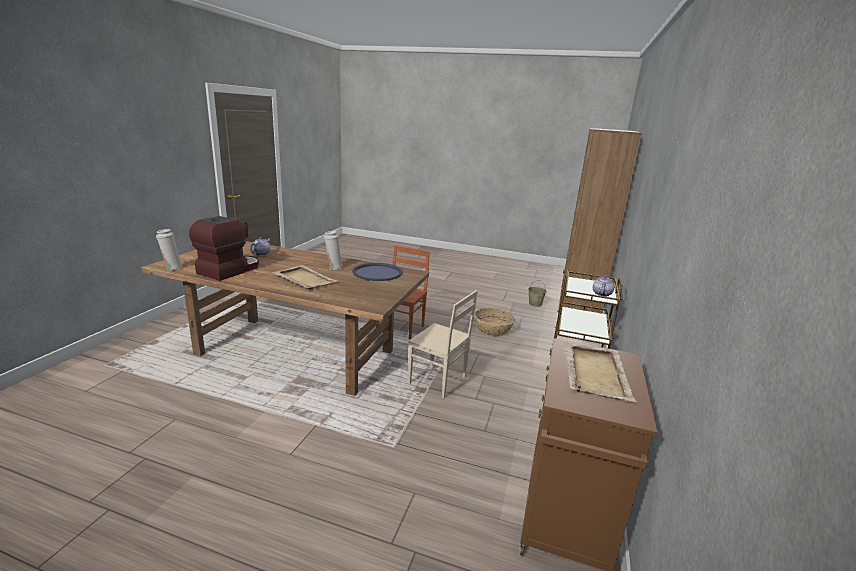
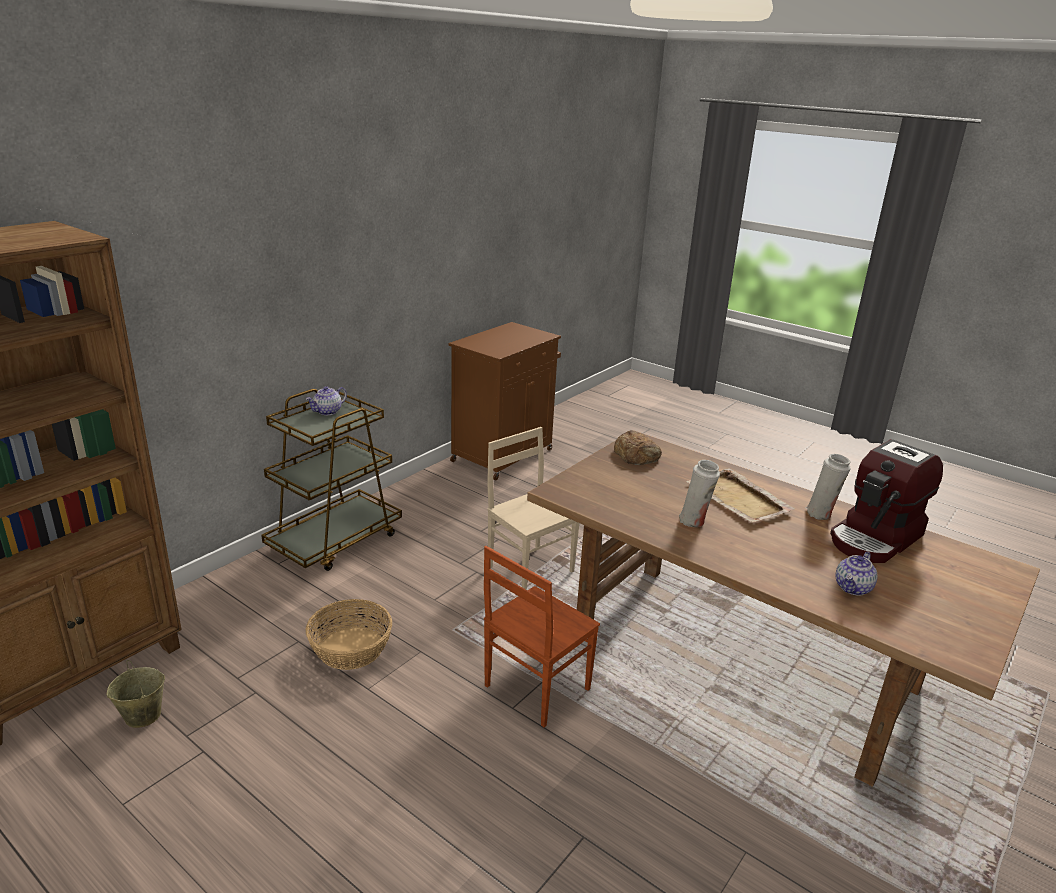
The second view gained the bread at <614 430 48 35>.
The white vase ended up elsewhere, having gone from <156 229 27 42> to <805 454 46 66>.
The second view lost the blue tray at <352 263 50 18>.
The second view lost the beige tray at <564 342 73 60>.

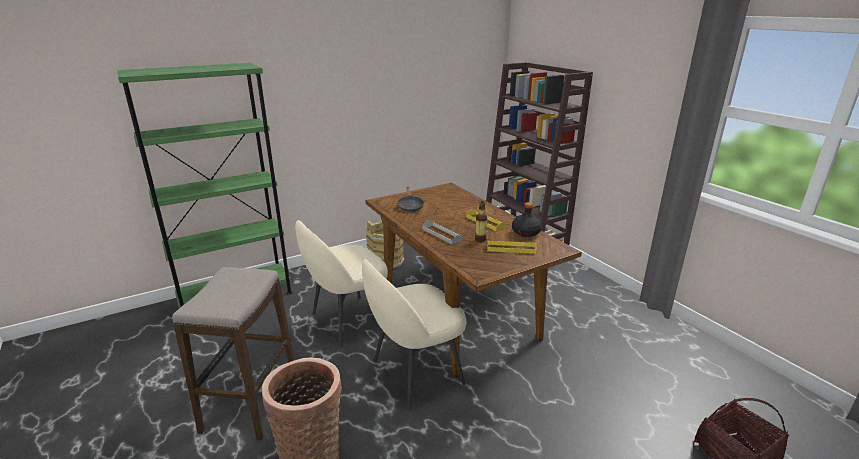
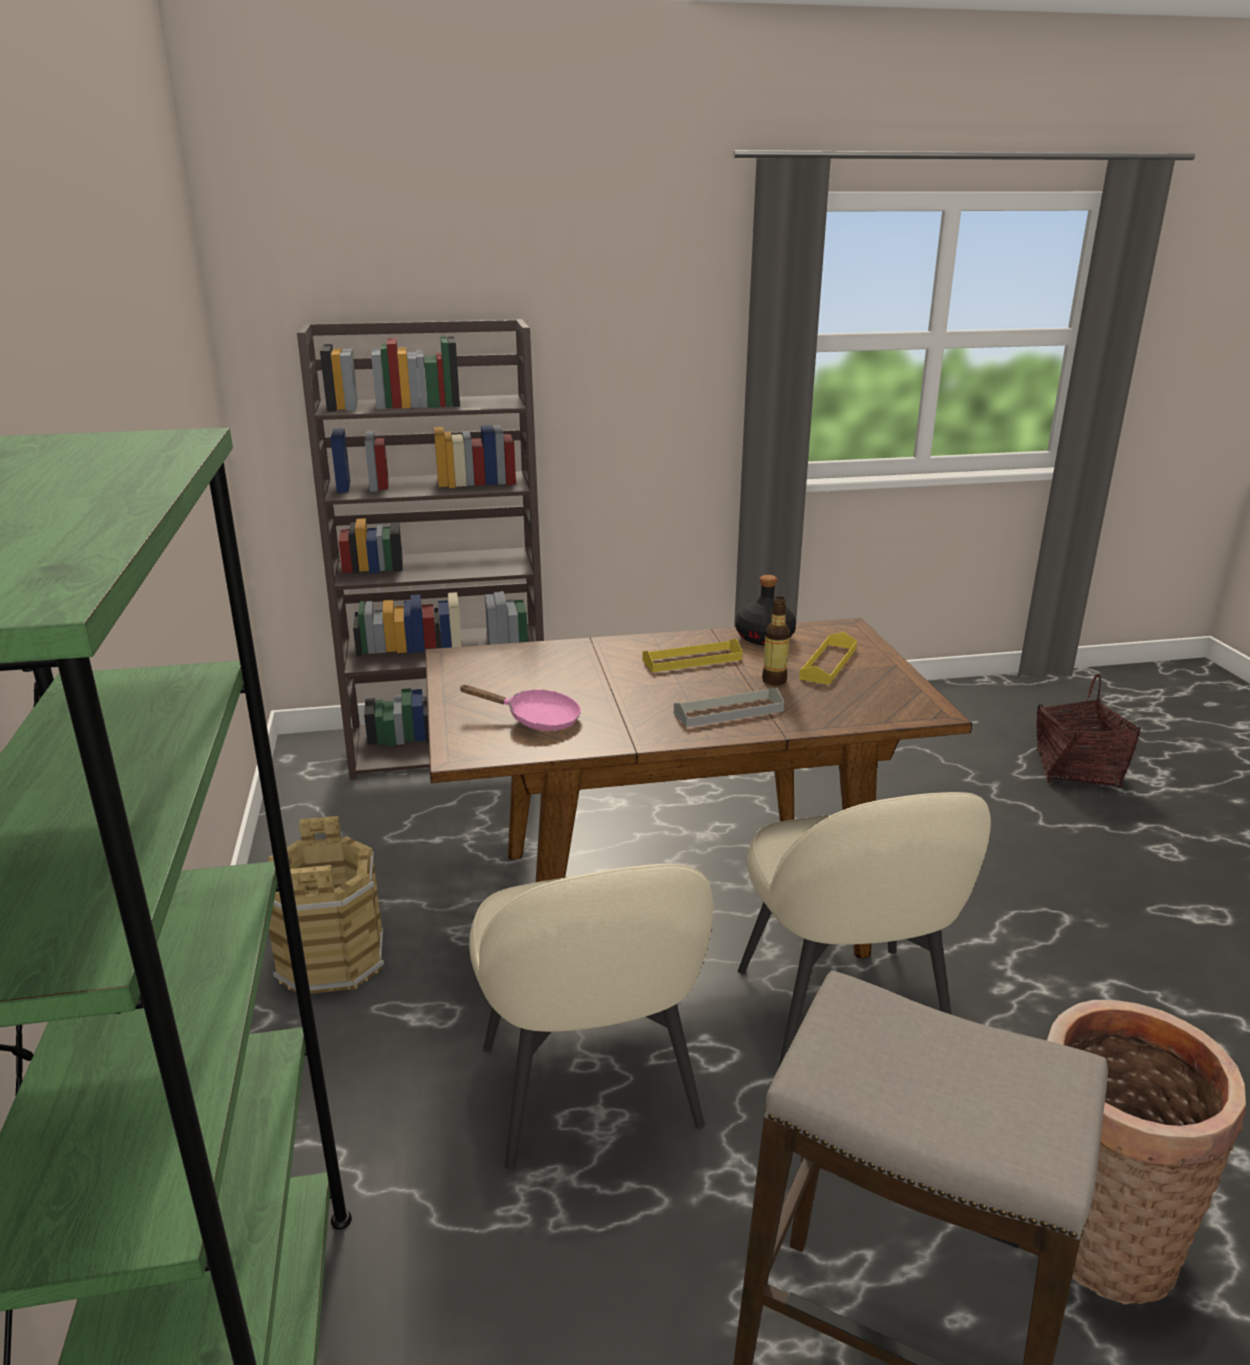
What was the black frying pan at <397 186 27 26> turned into the pink frying pan at <459 685 122 46>.

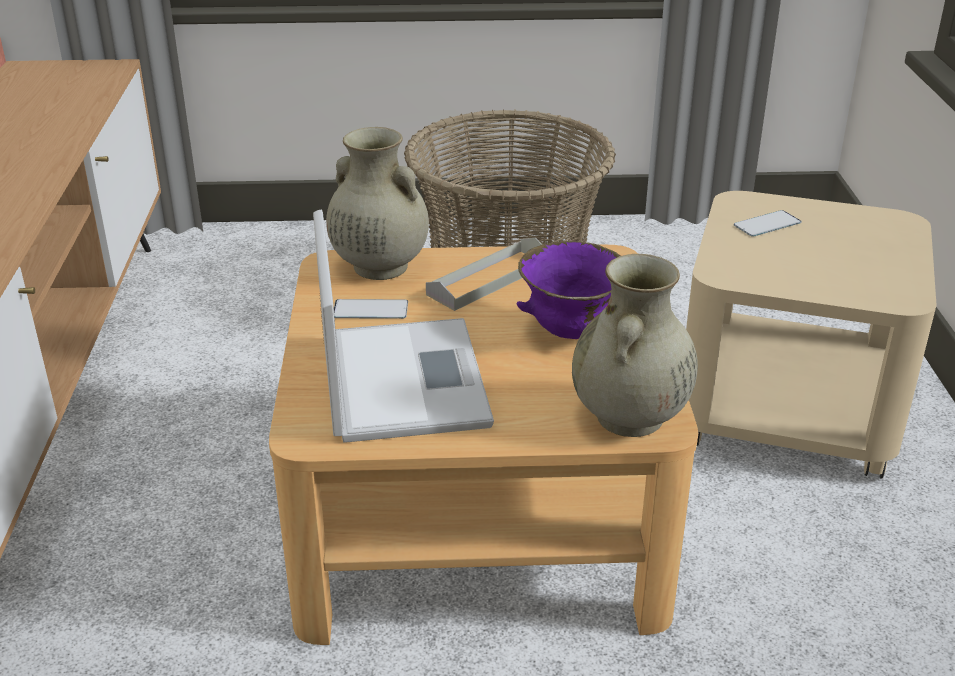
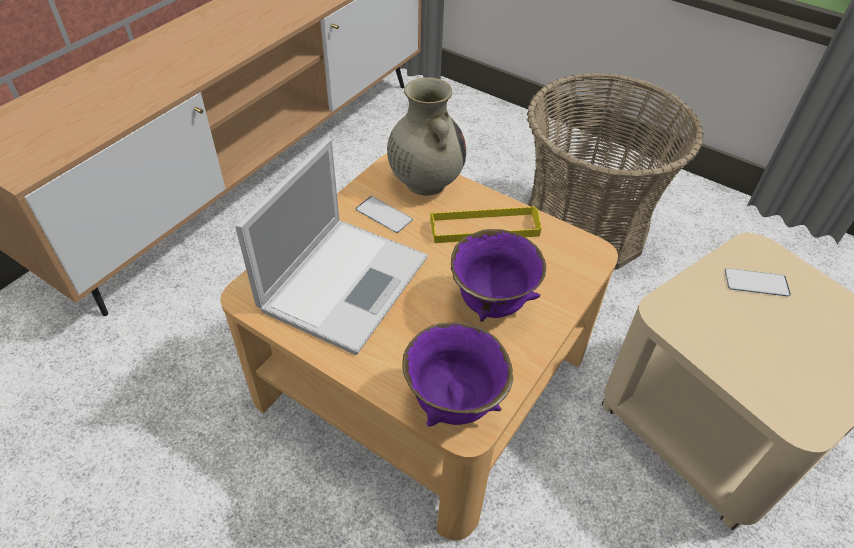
Where the beige vase stood at <572 254 126 183>, the purple bowl came to stand at <402 322 111 105>.
What was the grey tray at <426 238 116 73> turned into the yellow tray at <430 206 111 37>.

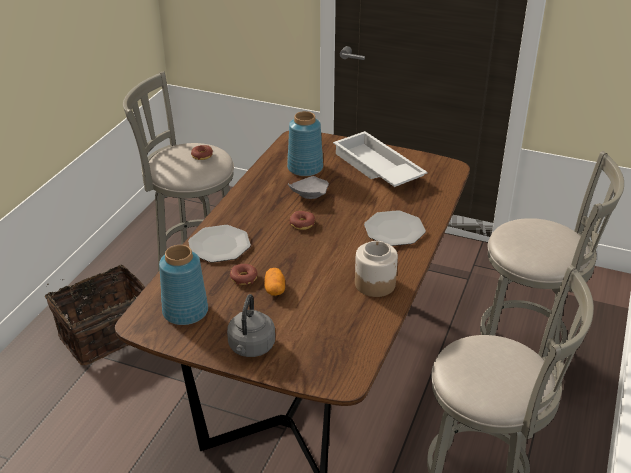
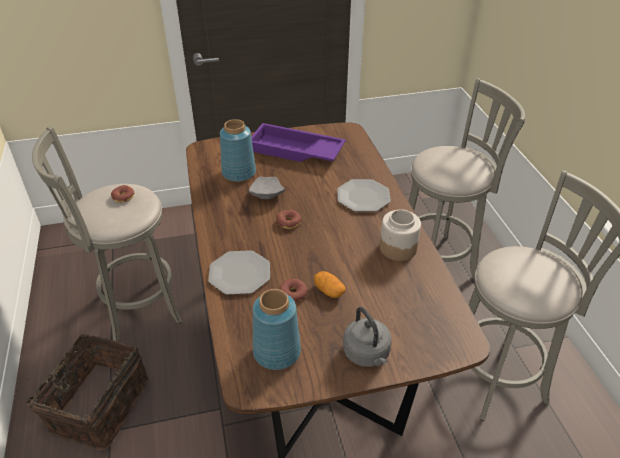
What was the white tray at <333 131 94 56> turned into the purple tray at <251 123 95 39>.

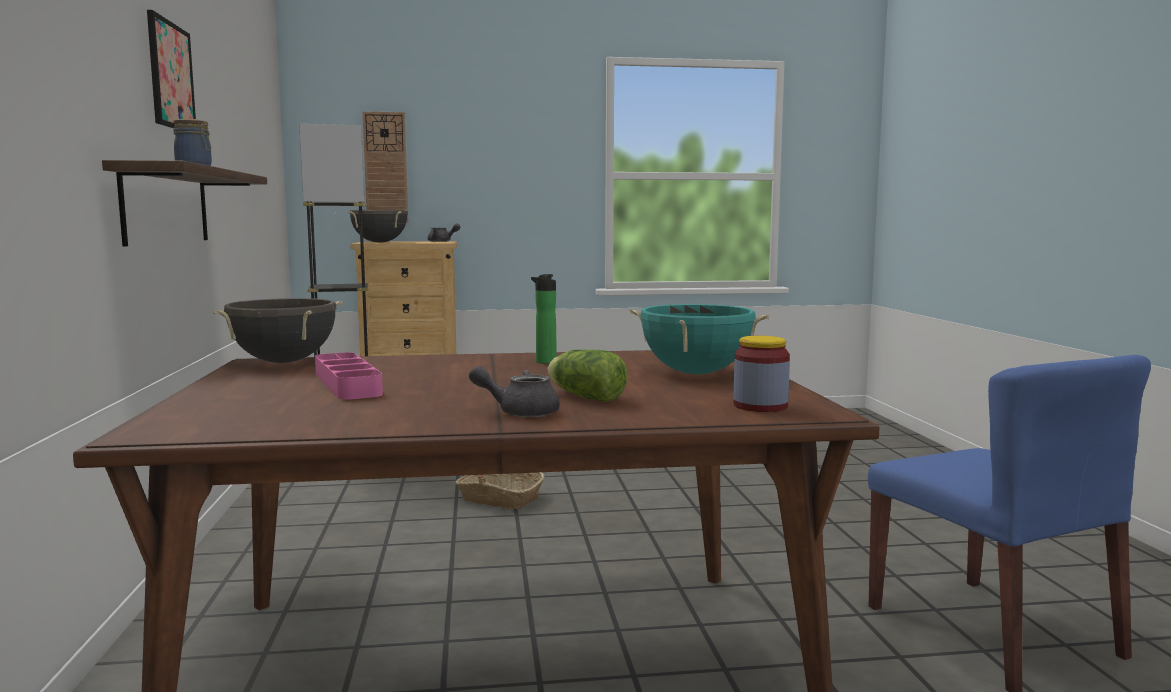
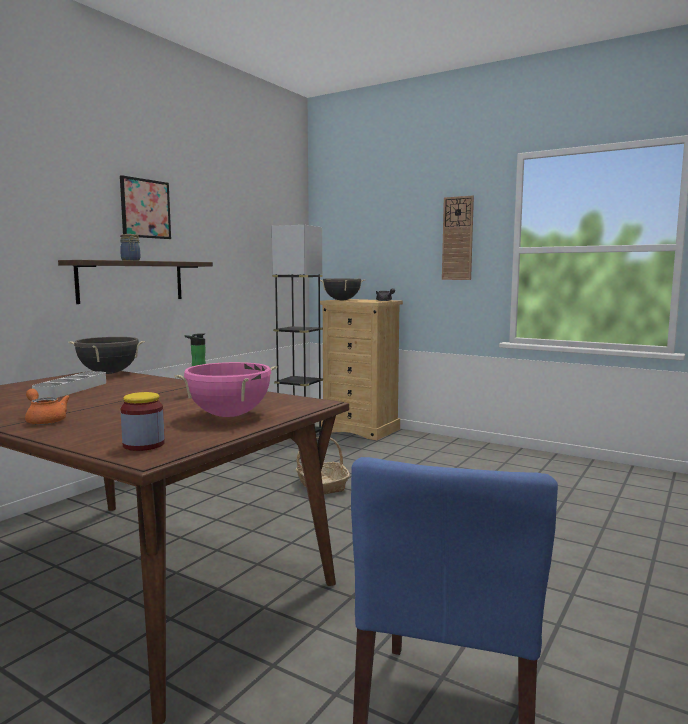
What was the grey teapot at <469 366 91 51> turned into the orange teapot at <25 389 45 36>.
What was the pink tray at <315 352 68 48> turned into the grey tray at <32 371 74 28>.
What was the turquoise cooking pot at <629 304 141 70> turned into the pink cooking pot at <175 362 102 55>.
The wall clock ended up elsewhere, having gone from <363 111 45 112> to <442 195 32 85>.
The second view lost the lettuce at <547 349 81 53>.

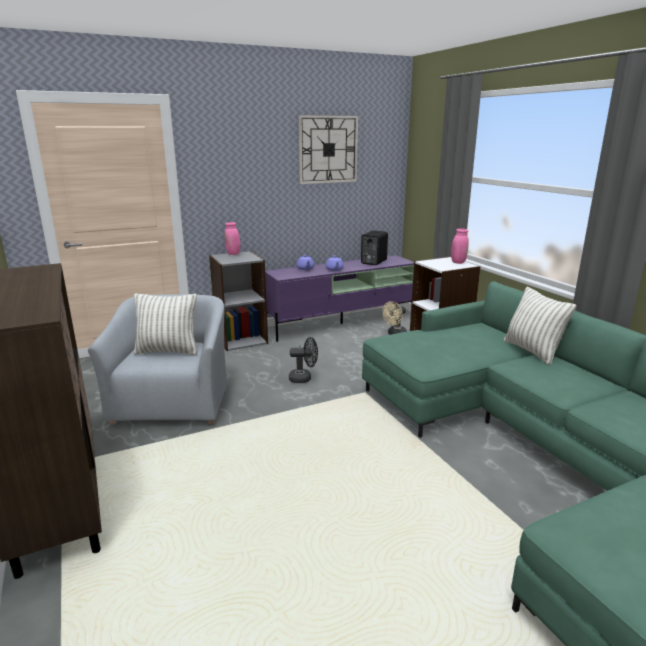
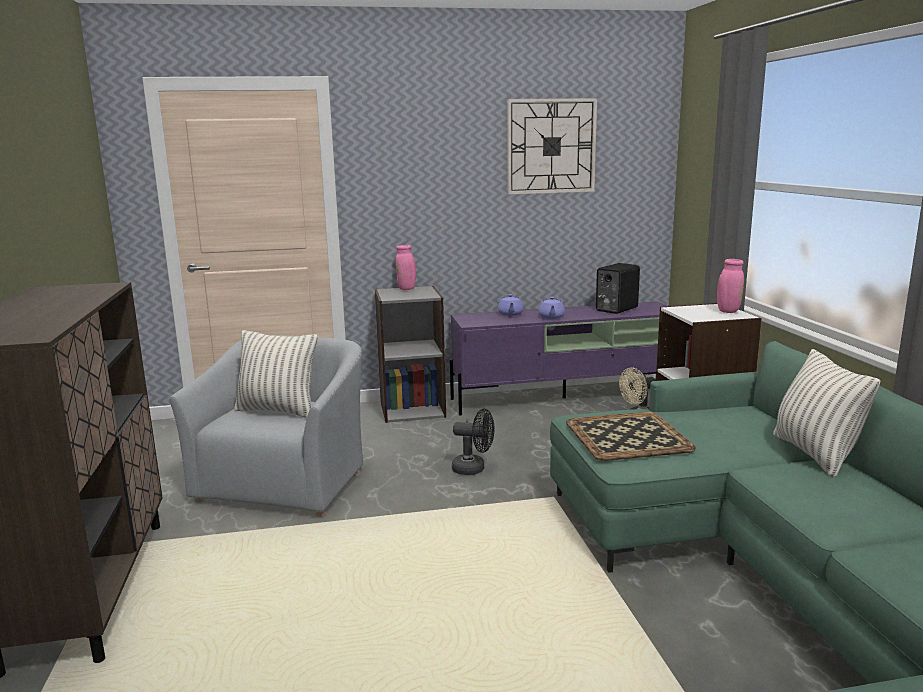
The second view gained the tray at <566 412 130 49>.

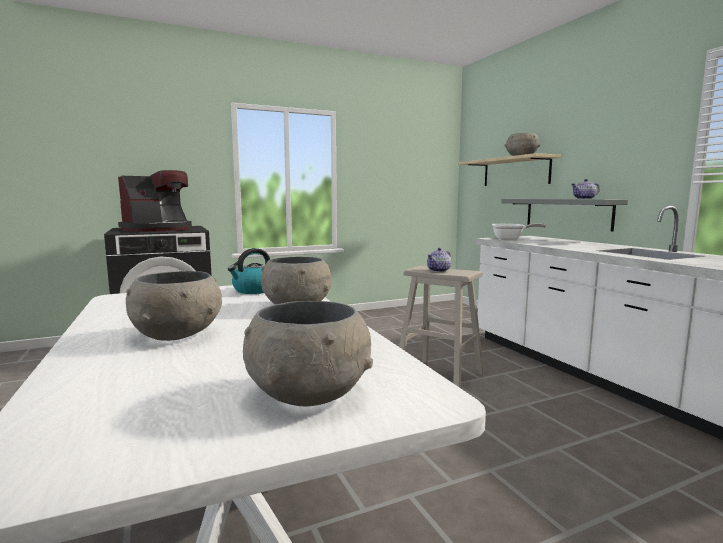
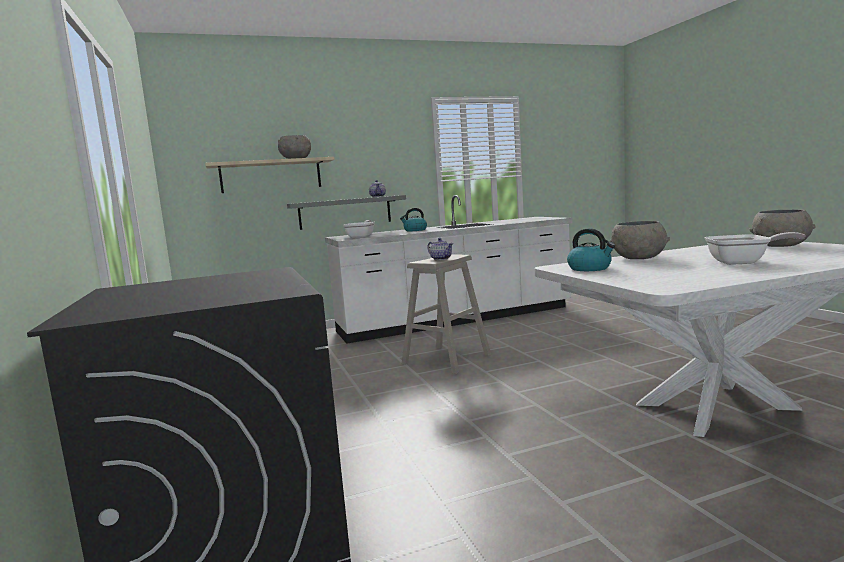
The second view gained the kettle at <400 208 27 23>.
Where the grey bowl stood at <126 271 96 70>, the frying pan came to stand at <704 232 101 33>.
The second view lost the coffee machine at <118 170 74 62>.

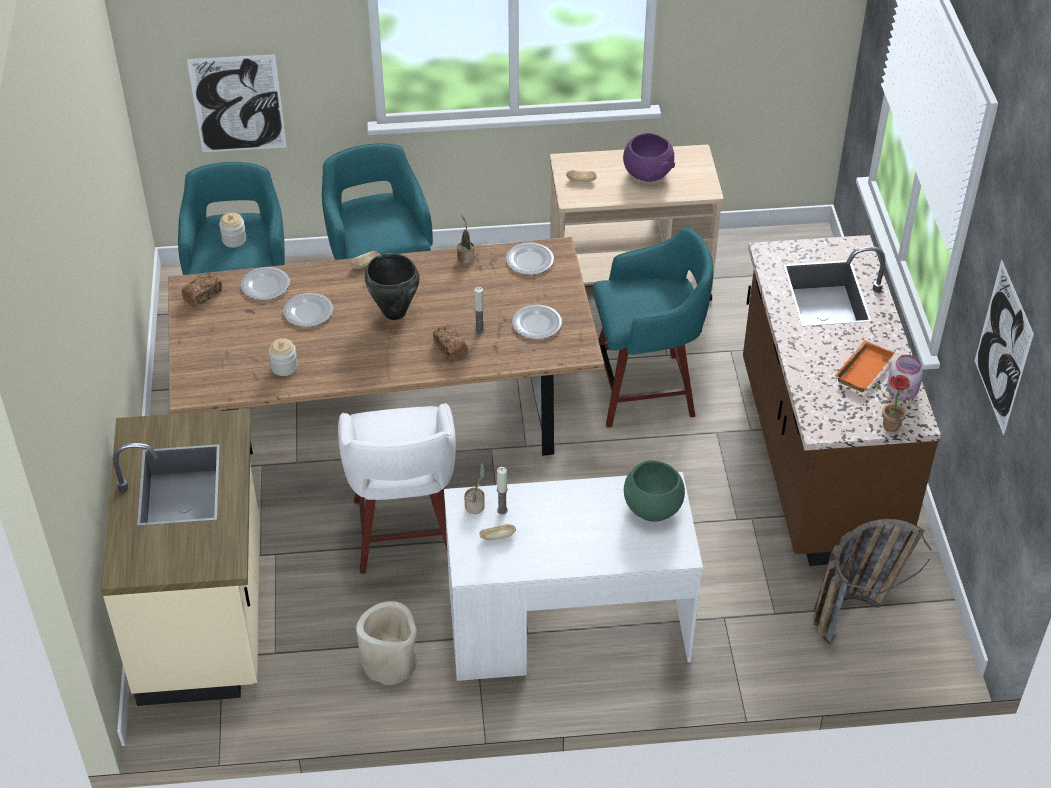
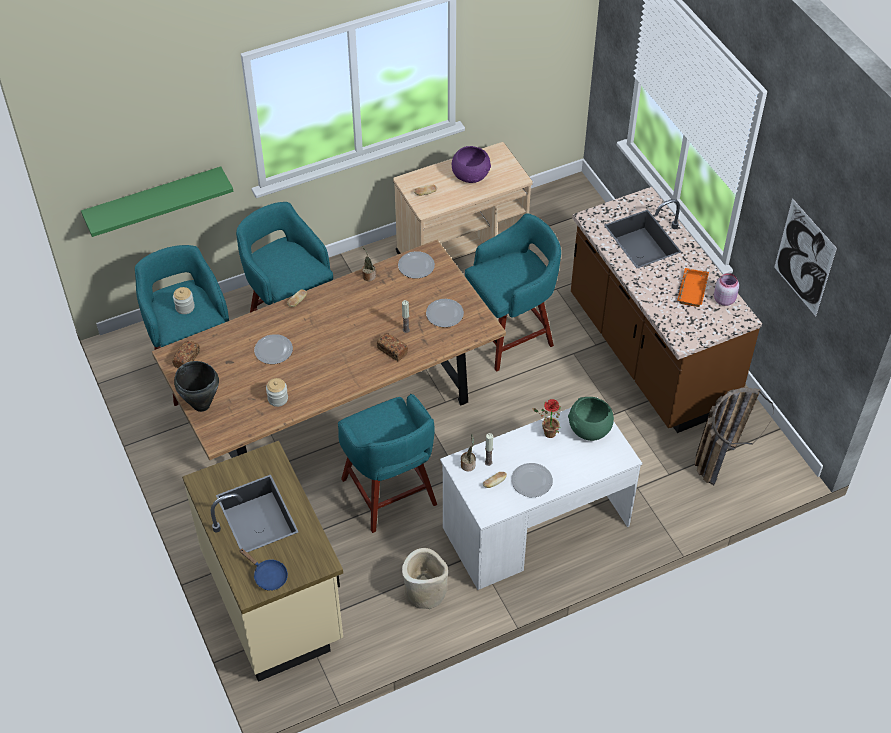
Where the picture hung at <187 54 100 98>, the green shelf came to hang at <81 166 153 71>.
The black cooking pot ended up elsewhere, having gone from <365 253 55 67> to <174 361 45 51>.
The second view gained the blue frying pan at <239 549 49 42>.
What was the white stool at <338 403 118 171> turned into the turquoise stool at <338 394 99 139>.
The plate ended up elsewhere, having gone from <241 267 49 33> to <511 463 42 34>.
The potted plant ended up elsewhere, having gone from <874 375 39 57> to <532 399 29 39>.

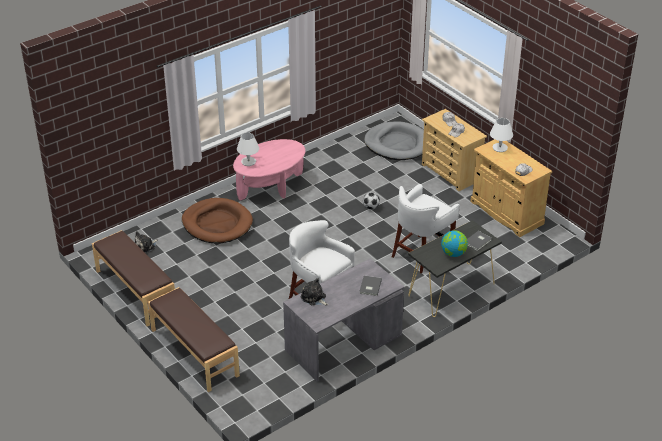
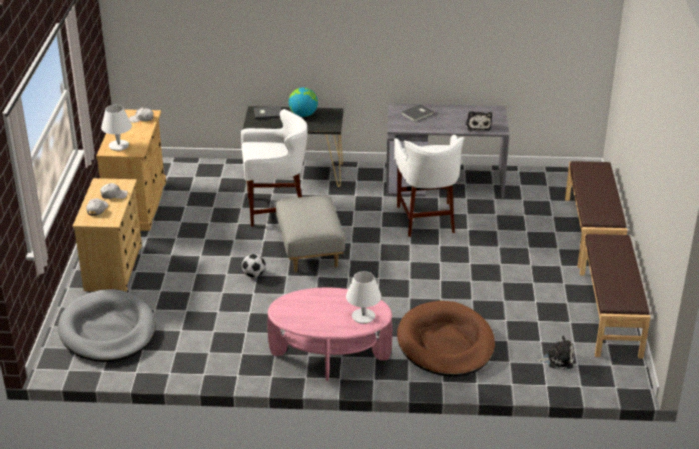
The second view gained the grey ottoman at <276 195 69 77>.

